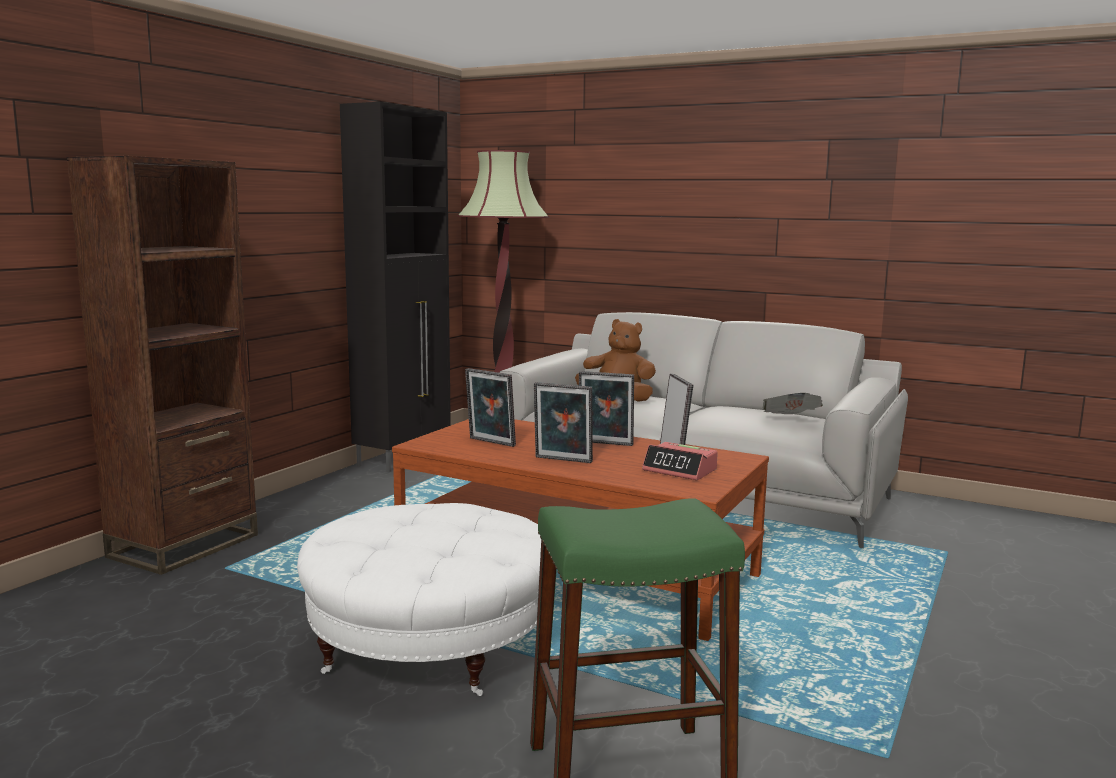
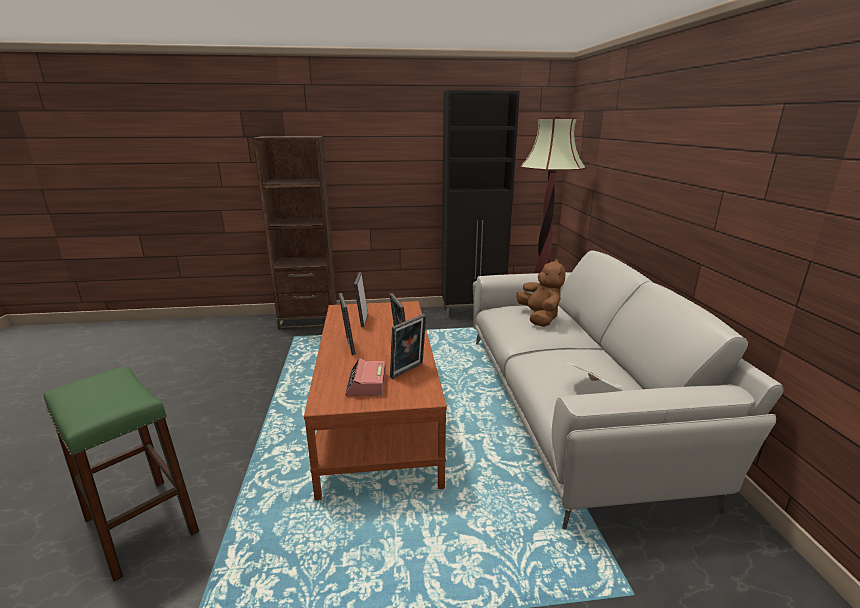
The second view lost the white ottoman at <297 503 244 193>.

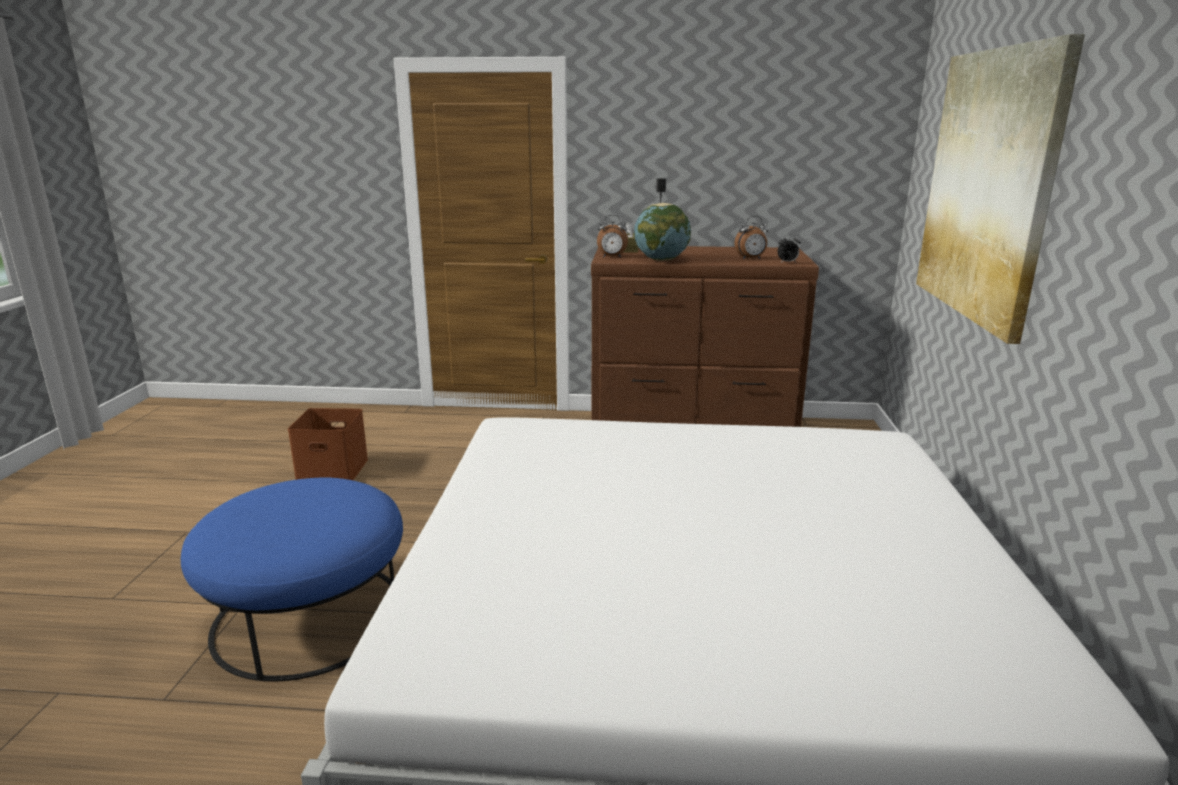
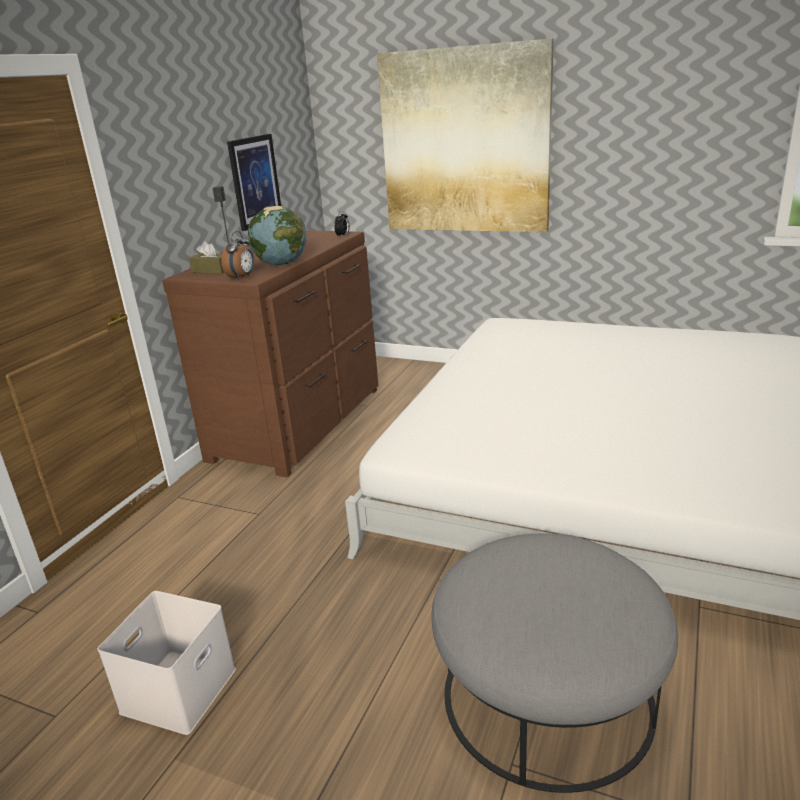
What was the brown storage box at <288 408 80 72> turned into the white storage box at <97 591 139 144>.
The second view gained the picture at <227 134 54 97>.
What was the blue ottoman at <181 478 222 203> turned into the grey ottoman at <431 534 247 259>.
The second view lost the alarm clock at <734 216 34 43>.

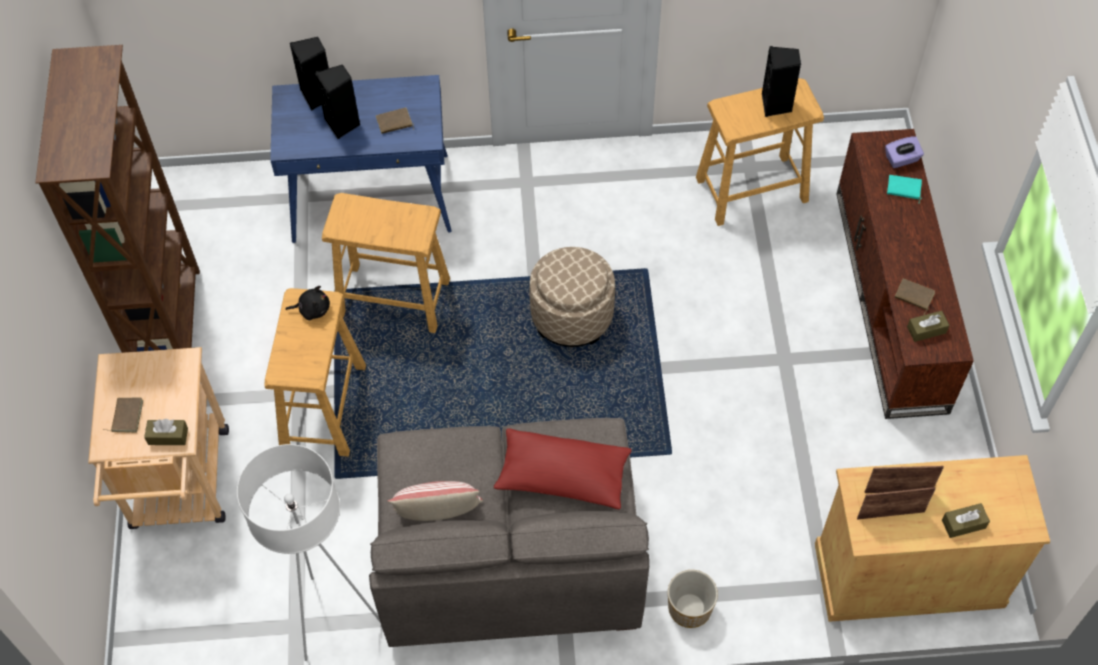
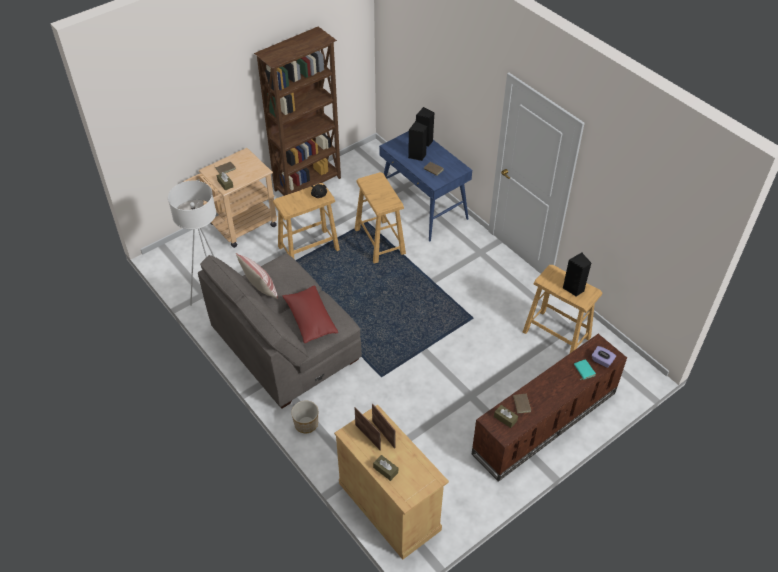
The second view lost the beige ottoman at <529 247 86 100>.

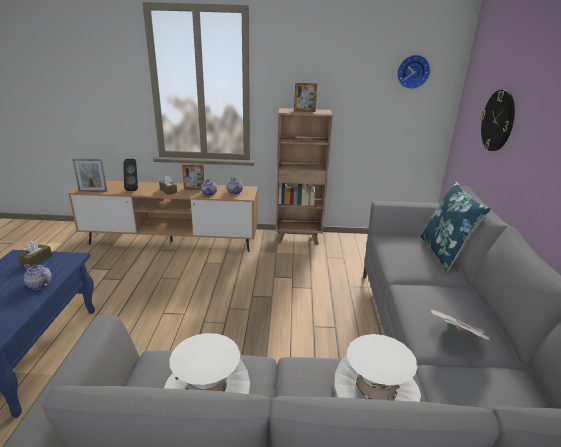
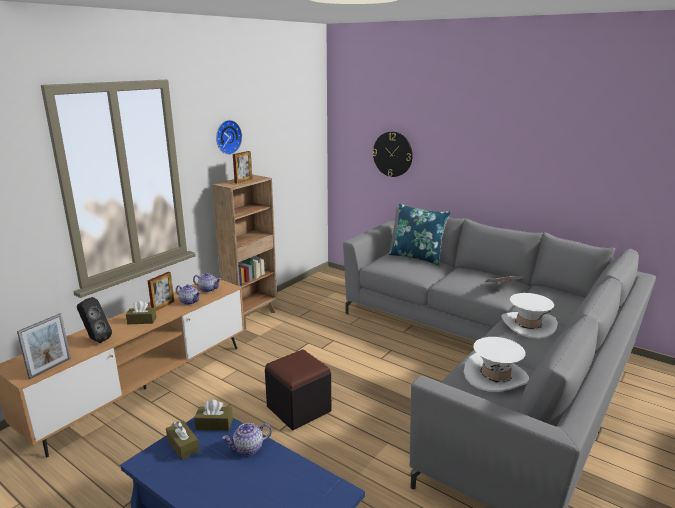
The second view gained the brown tissue box at <194 399 39 31>.
The wall clock ended up elsewhere, having gone from <397 55 33 34> to <216 120 26 35>.
The second view gained the black ottoman at <265 349 66 81>.

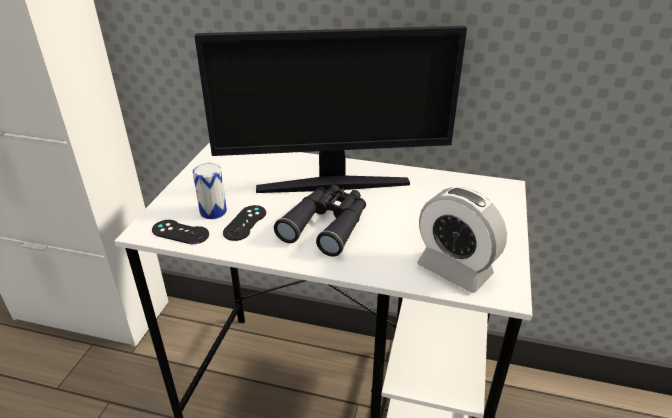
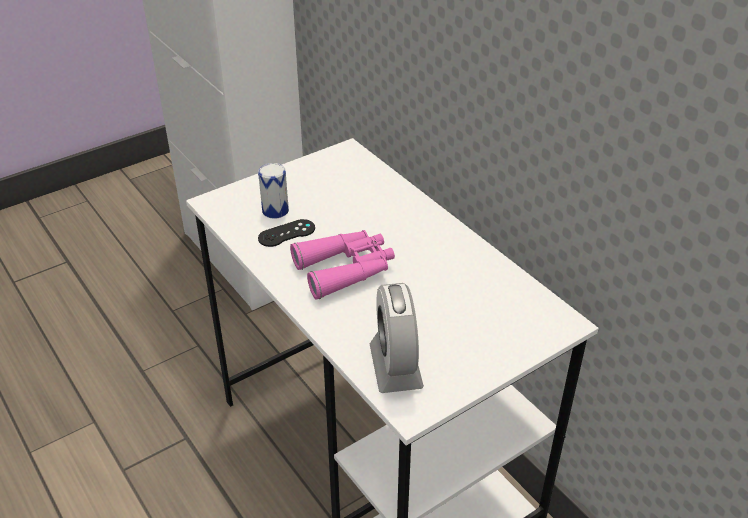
What was the black binoculars at <274 185 92 72> turned into the pink binoculars at <290 230 105 70>.
The second view lost the black game controller at <152 220 57 24>.
The second view lost the monitor at <194 26 273 167>.

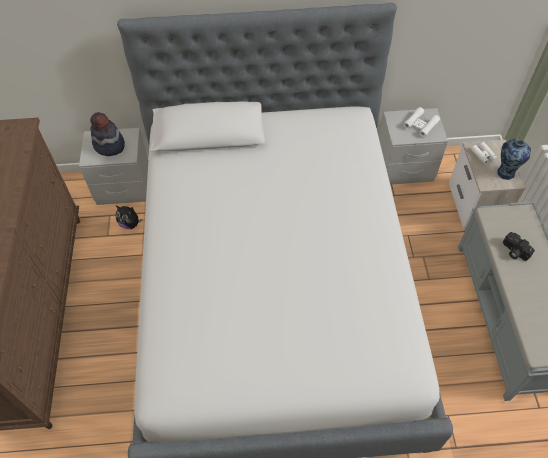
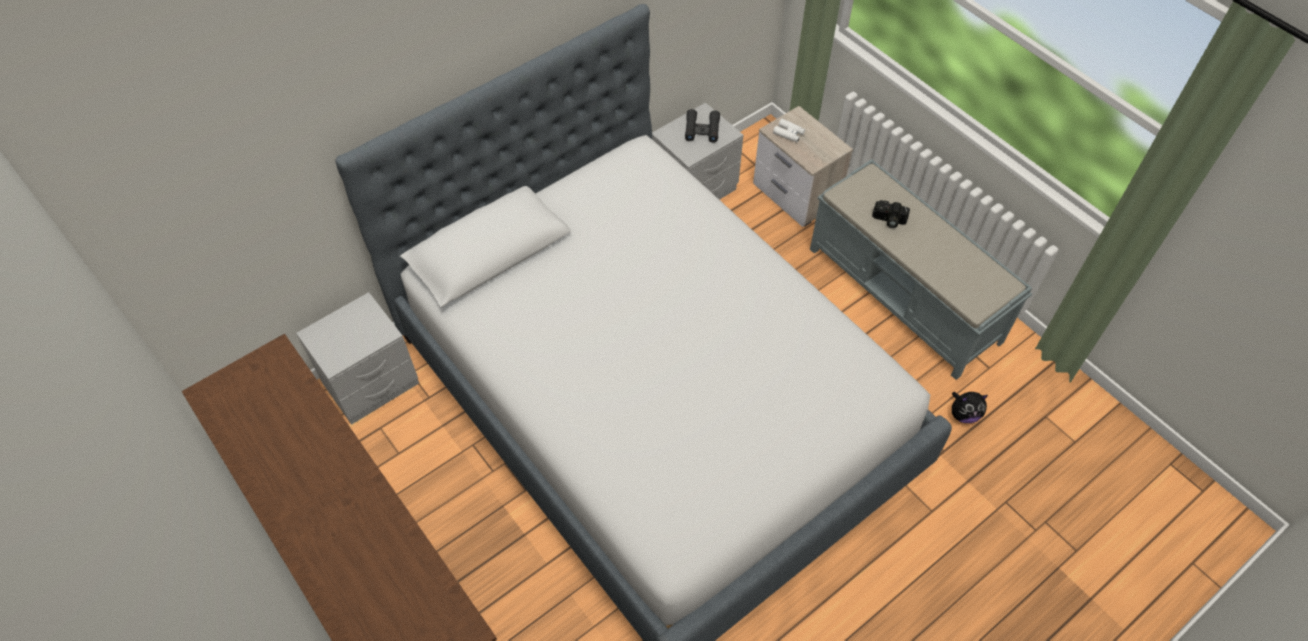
What was the white binoculars at <403 107 37 30> turned into the black binoculars at <685 109 35 34>.
The plush toy ended up elsewhere, having gone from <116 205 27 24> to <952 392 36 31>.
The second view lost the hat at <90 112 35 44>.
The second view lost the vase at <497 139 34 41>.

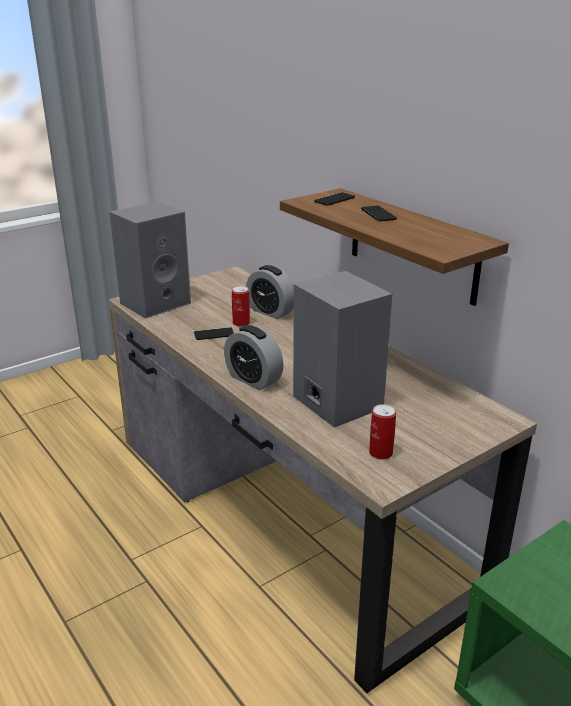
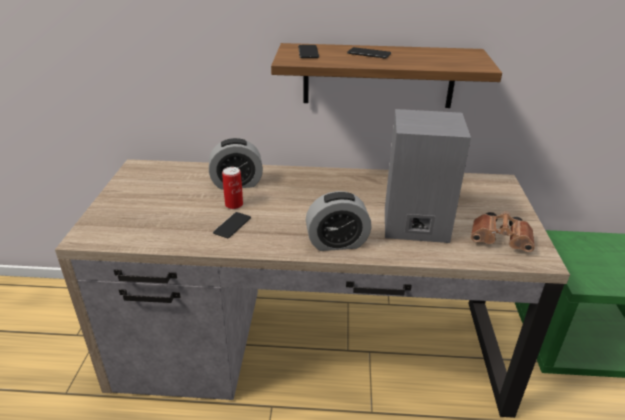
Where the can stood at <369 404 27 56>, the brown binoculars came to stand at <471 211 64 41>.
The second view lost the grey speaker at <109 201 82 118>.

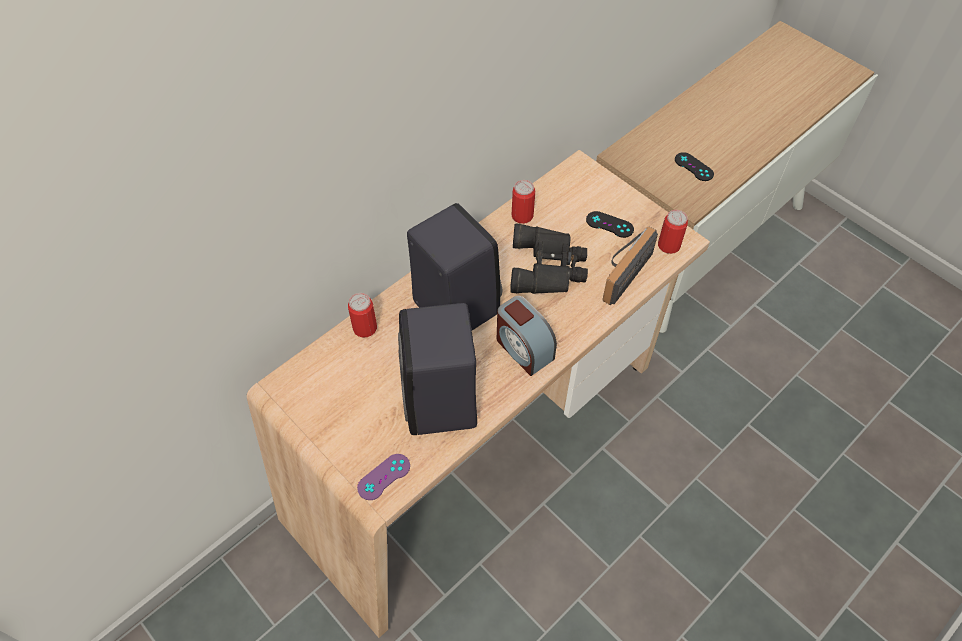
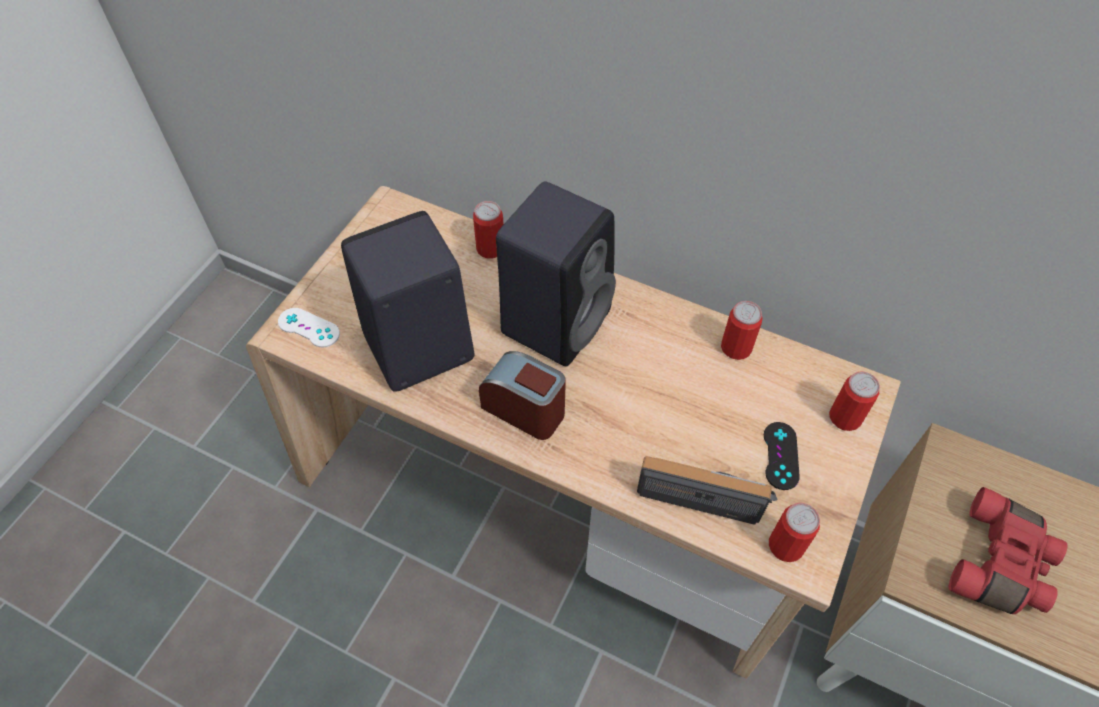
What was the purple game controller at <357 454 53 46> turned into the white game controller at <278 308 62 39>.
The alarm clock at <497 296 60 80> ended up facing another way, 90 degrees clockwise from before.
The second view gained the can at <829 372 51 59>.
Where the black game controller stood at <675 152 39 29>, the red binoculars came to stand at <949 487 118 127>.
The second view lost the black binoculars at <510 224 78 70>.

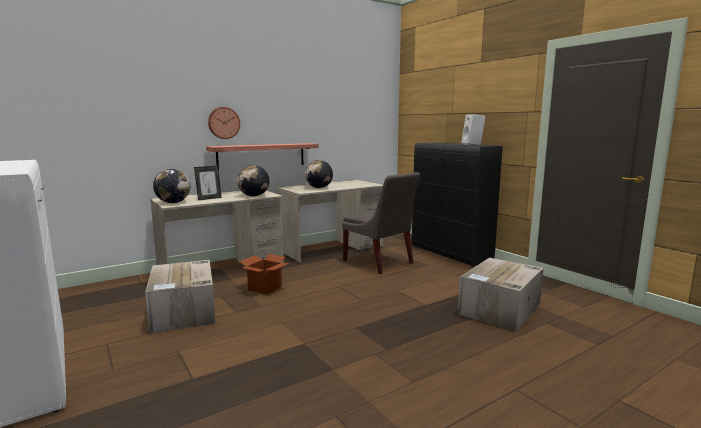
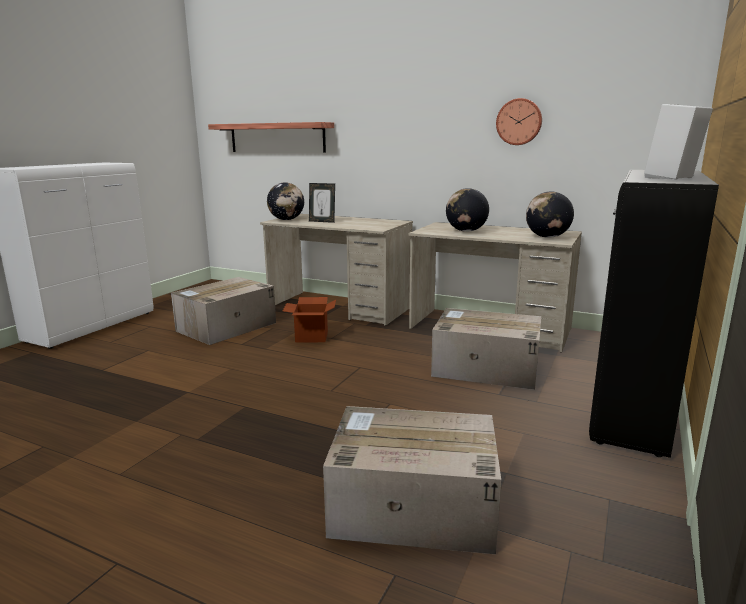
The shelf ended up elsewhere, having gone from <206 143 113 27> to <208 122 126 31>.
Where the grey chair stood at <342 172 78 102>, the cardboard box came to stand at <431 308 110 82>.
The wall clock ended up elsewhere, having gone from <208 107 32 32> to <496 98 46 47>.
The globe ended up elsewhere, having gone from <237 165 32 32> to <526 191 48 47>.

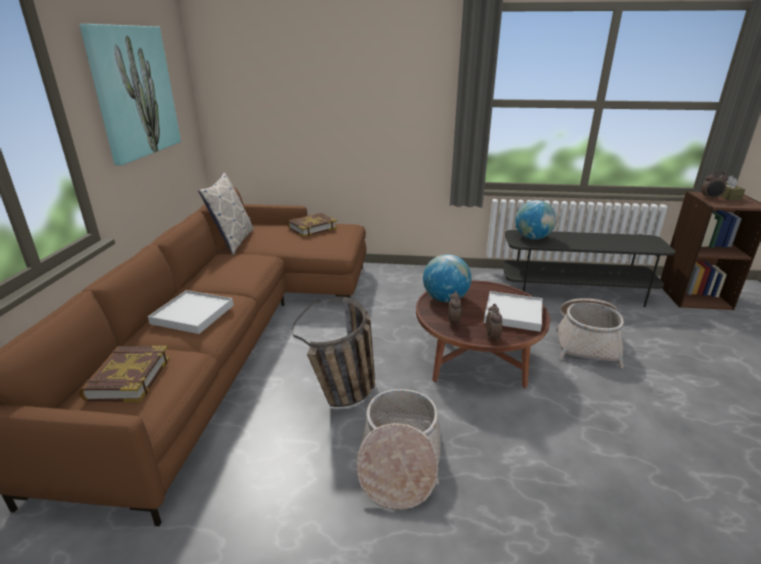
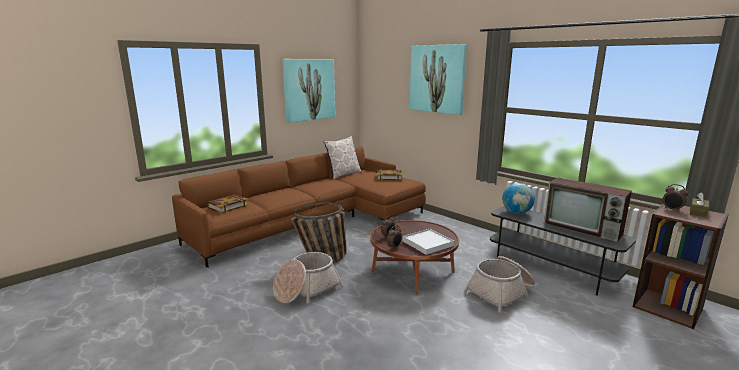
The second view gained the picture at <409 44 58 71>.
The second view gained the television at <544 177 88 65>.
The second view lost the white tray at <148 290 86 44>.
The second view lost the globe at <423 254 48 48>.

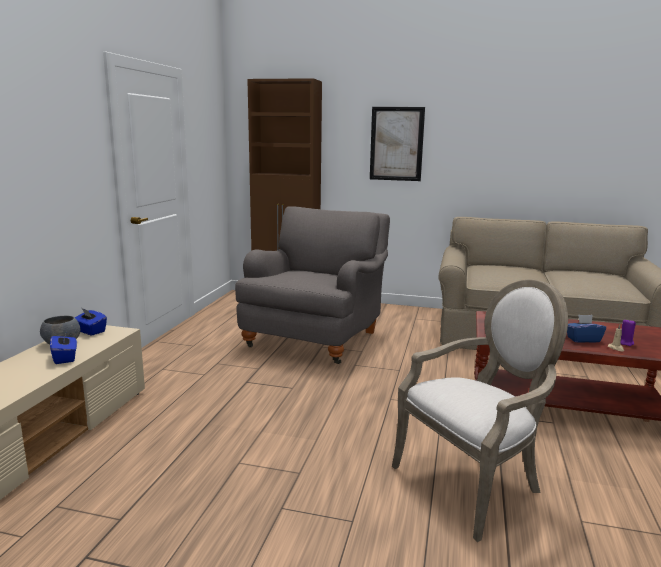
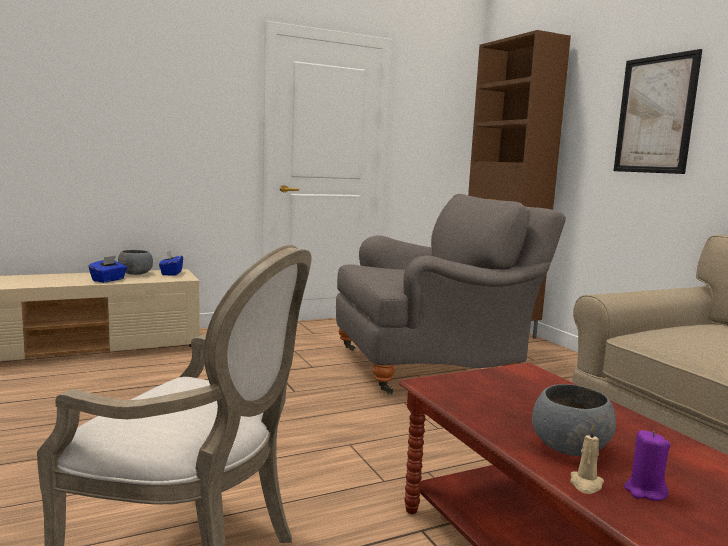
Where the blue tissue box stood at <567 315 39 28>, the grey bowl came to stand at <532 384 84 72>.

